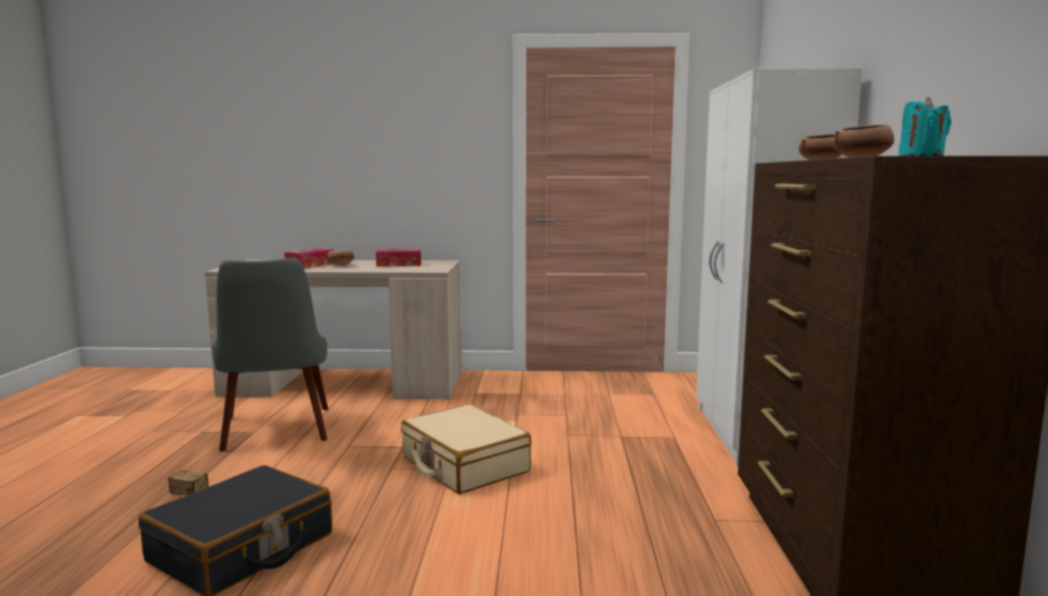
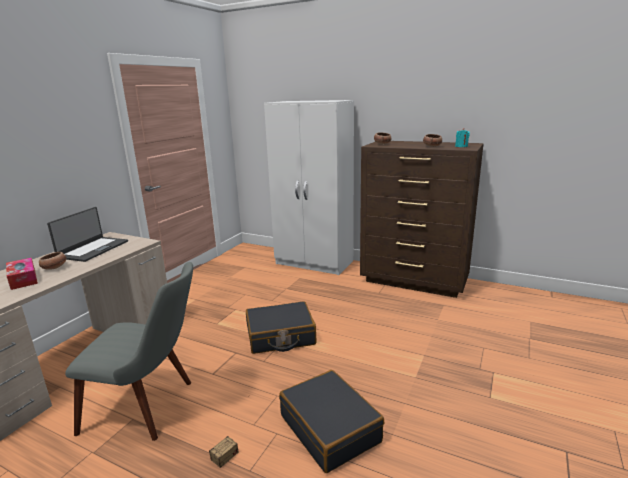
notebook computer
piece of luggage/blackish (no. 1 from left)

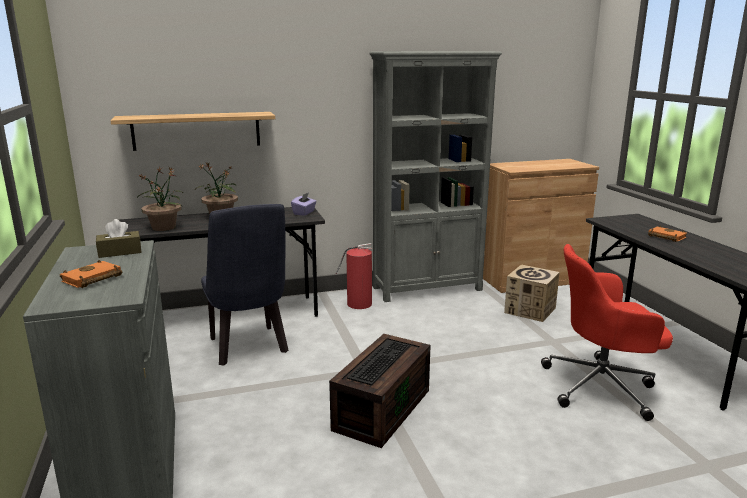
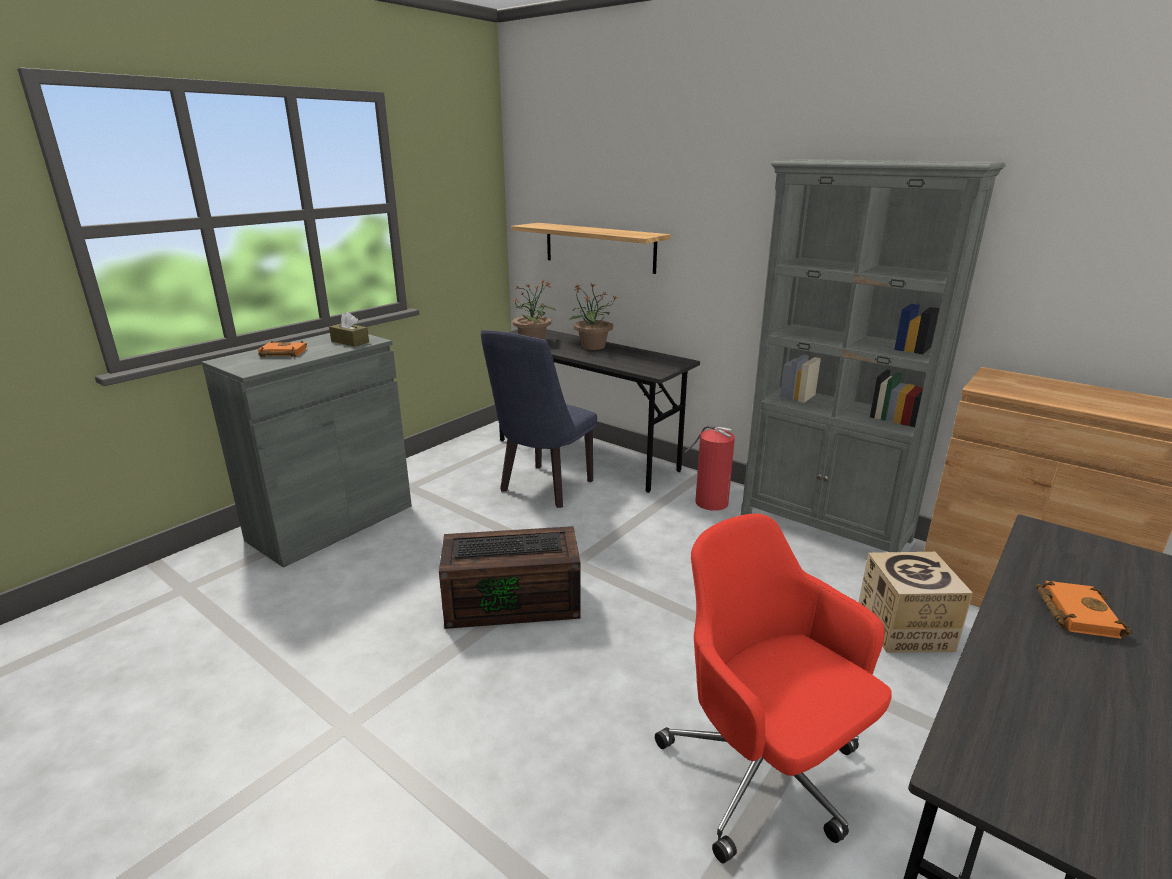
box of tissues/purple-coloured

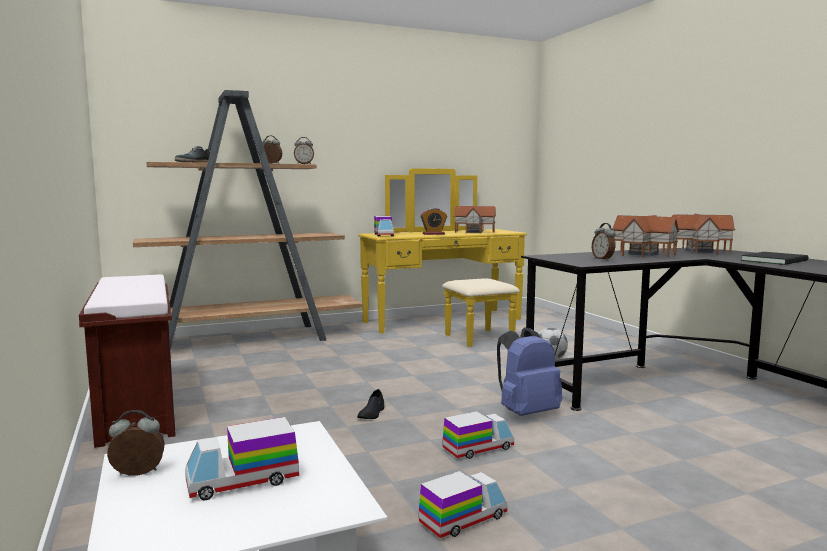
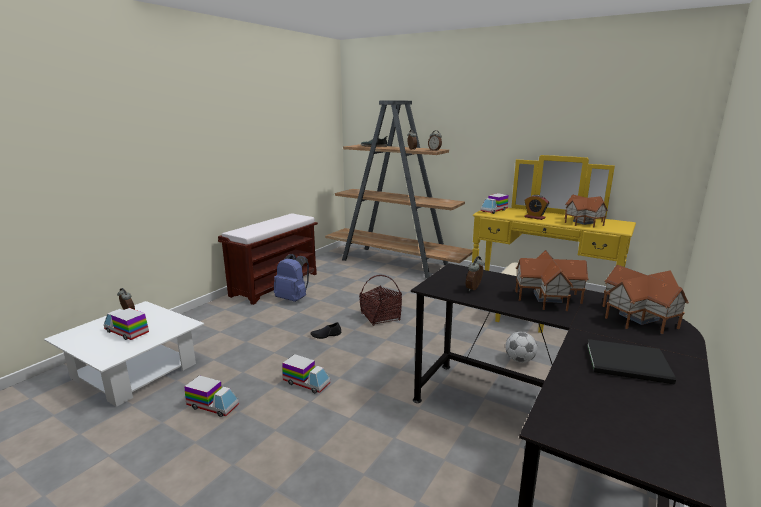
household basket
knapsack/blue-coloured

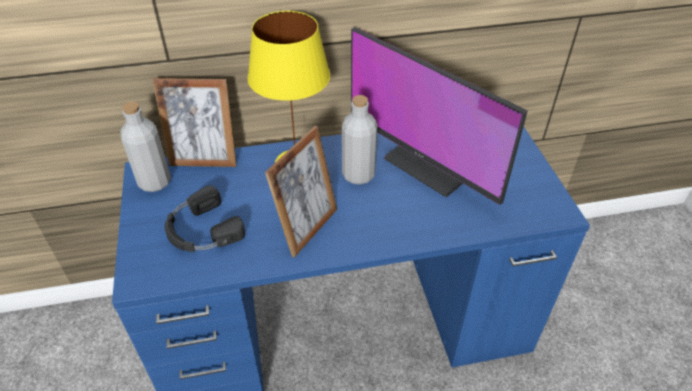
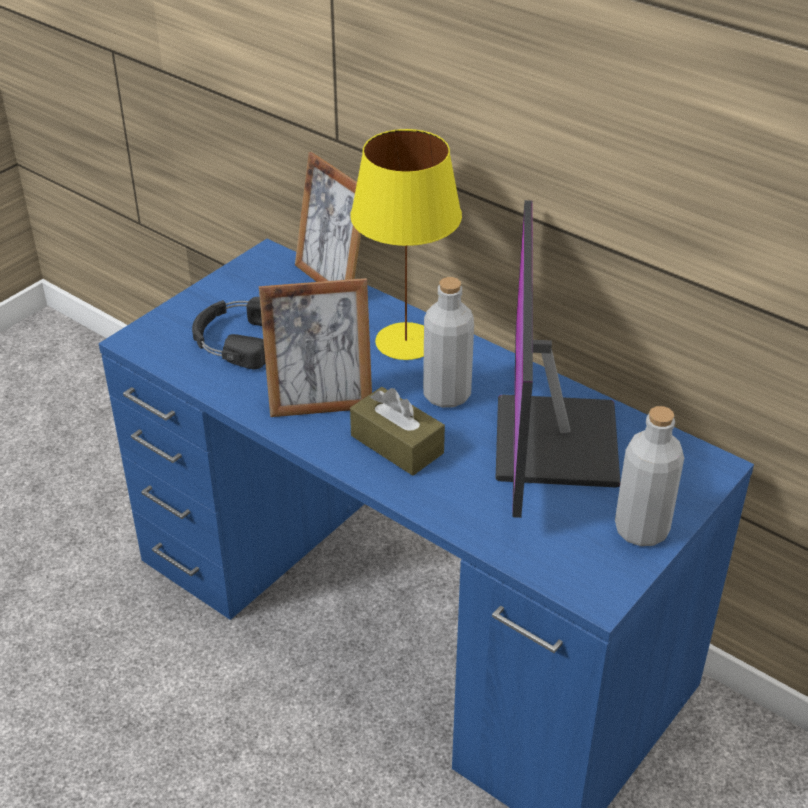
box of tissues/brownish
beverage bottle/greyish (no. 2 from left)

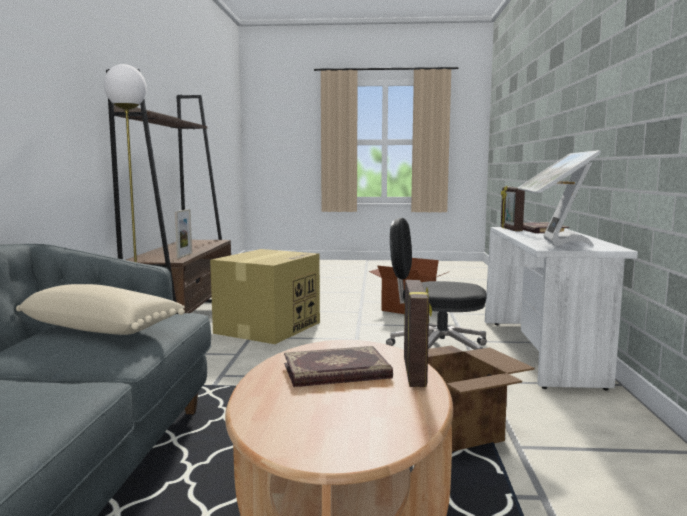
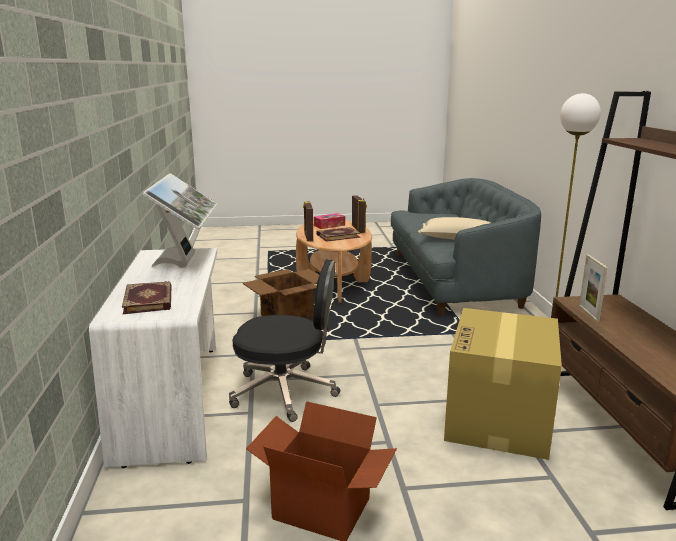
box of tissues
picture frame (no. 2 from left)

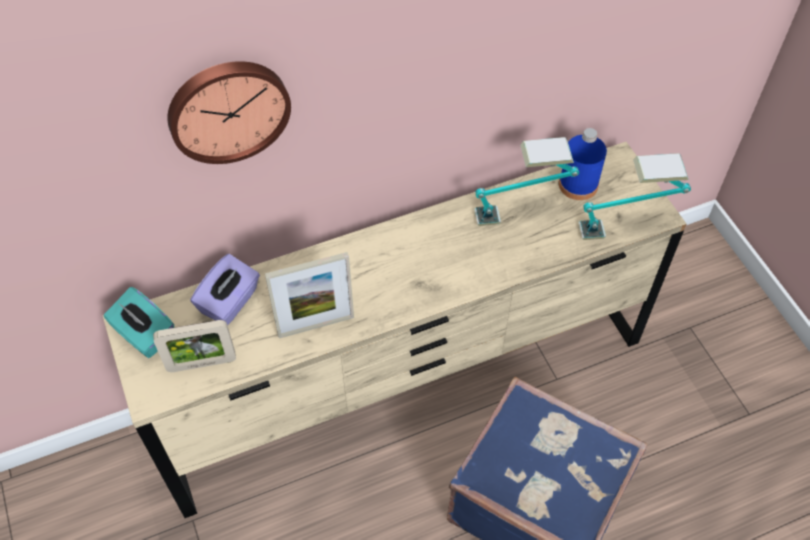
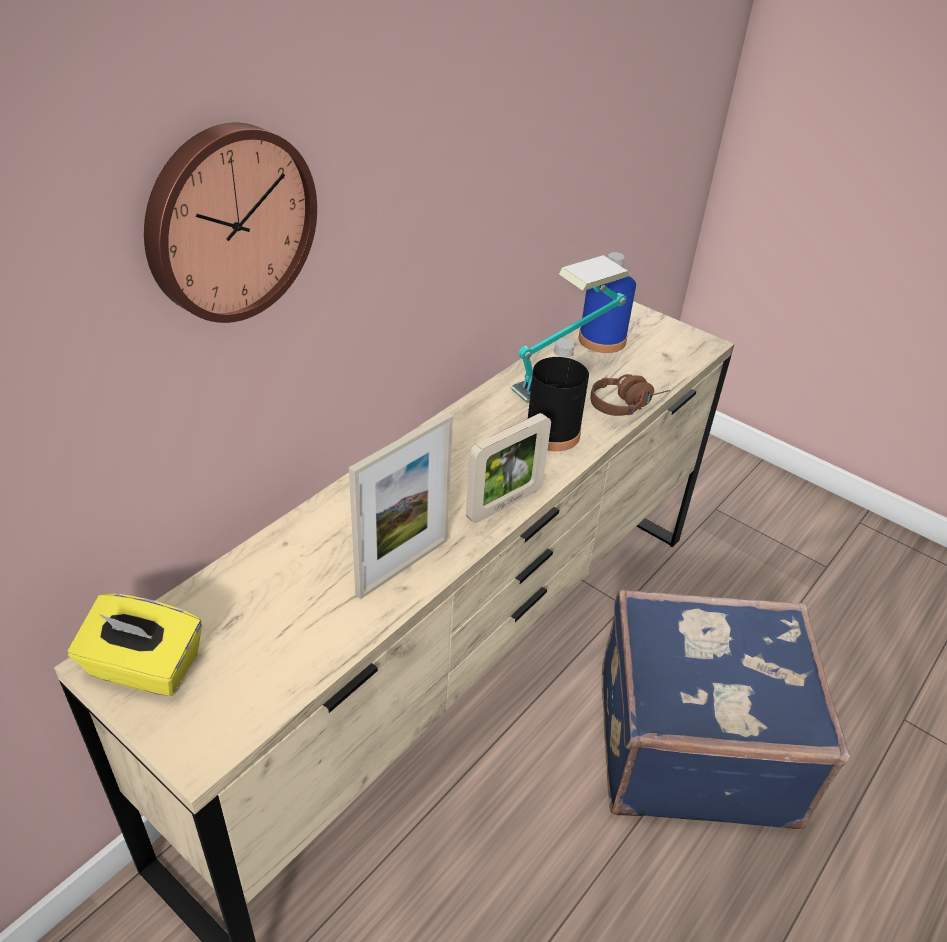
box of tissues/purple-coloured
lamp for a table (no. 2 from left in the first image)
beverage bottle/blackish
headphones/brownish
picture frame (no. 2 from left)
box of tissues/yellowish

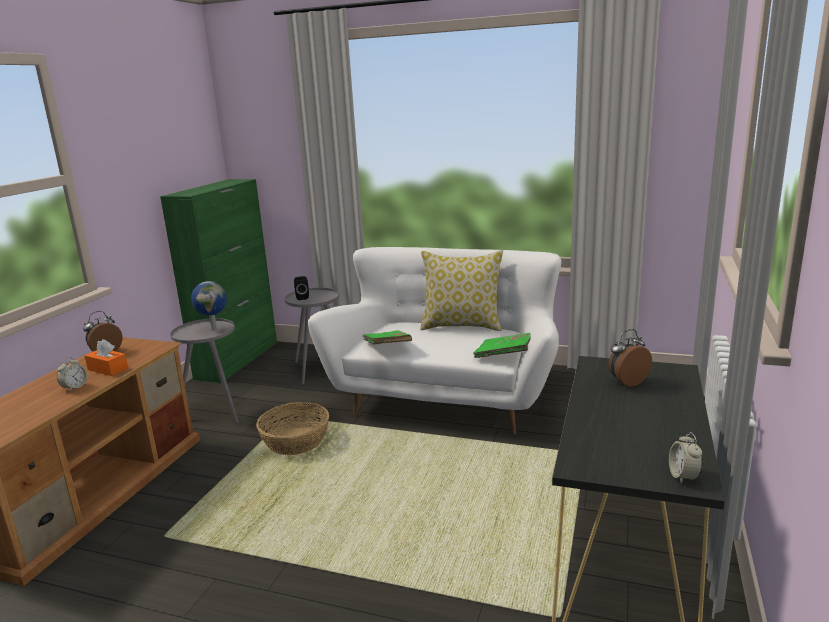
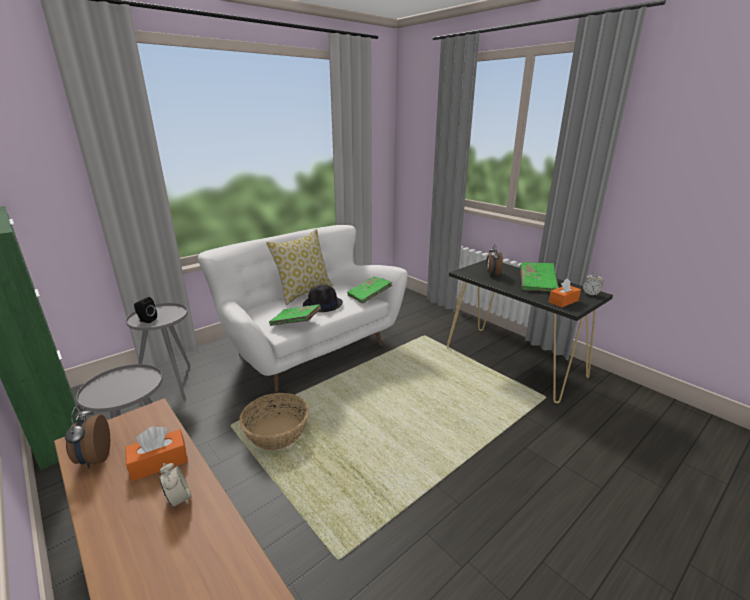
desk globe
hat/blackish
bound book/green (no. 3 from left)
box of tissues/orange-coloured (no. 2 from left)

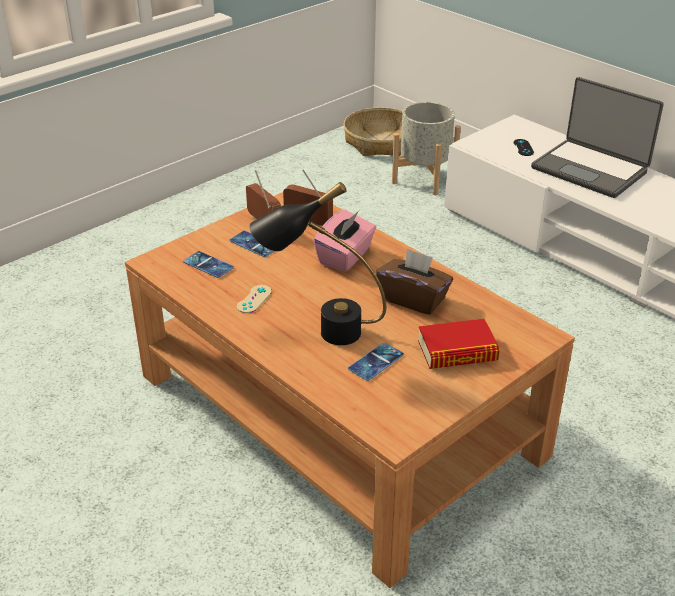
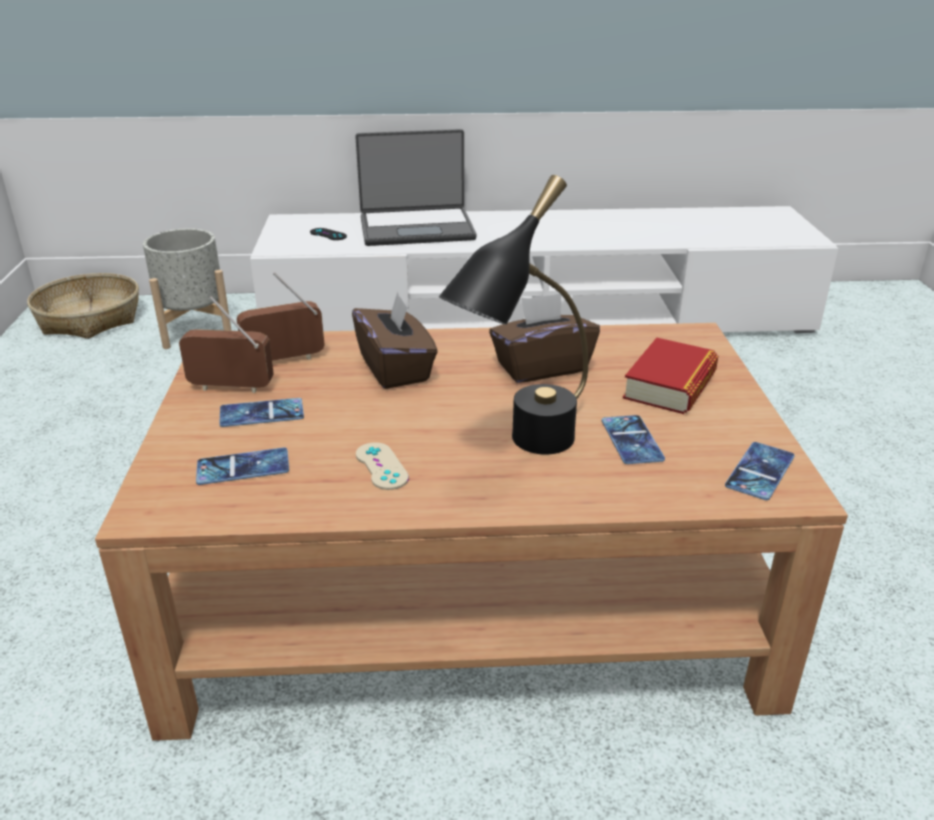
phone (no. 4 from left)
box of tissues/brownish (no. 1 from left)

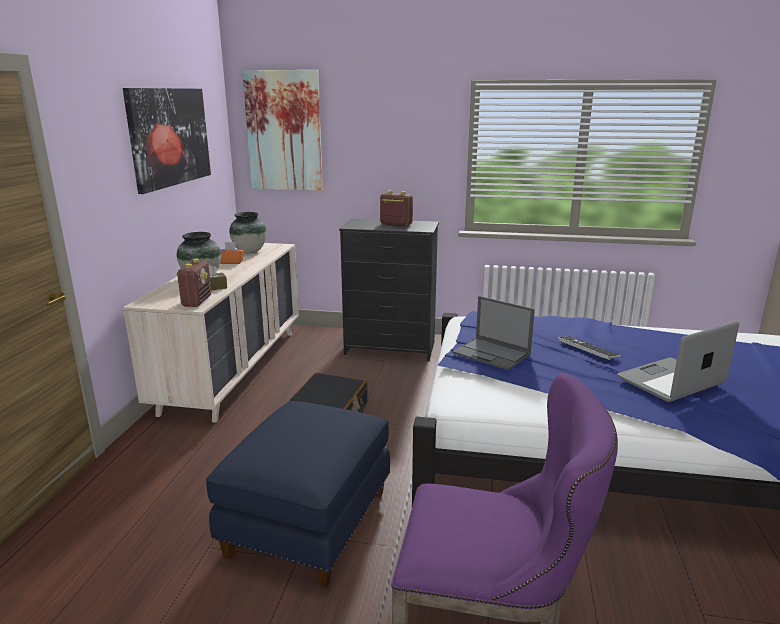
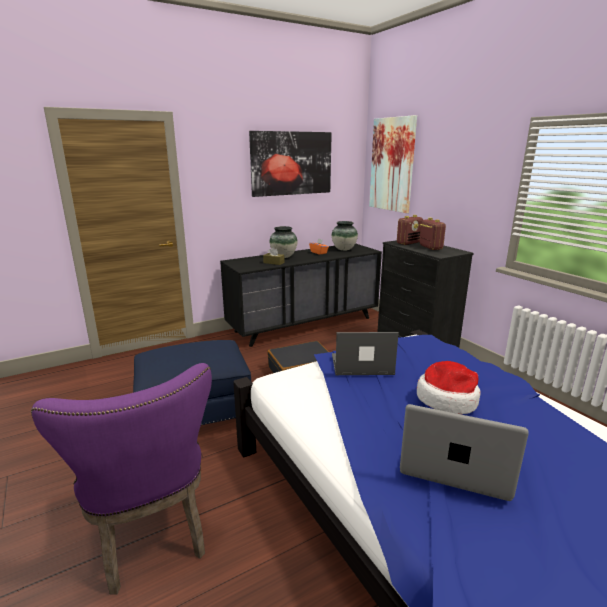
radio receiver (no. 1 from left)
hat
drawer chest/blackish (no. 1 from left)
notebook computer (no. 1 from left)

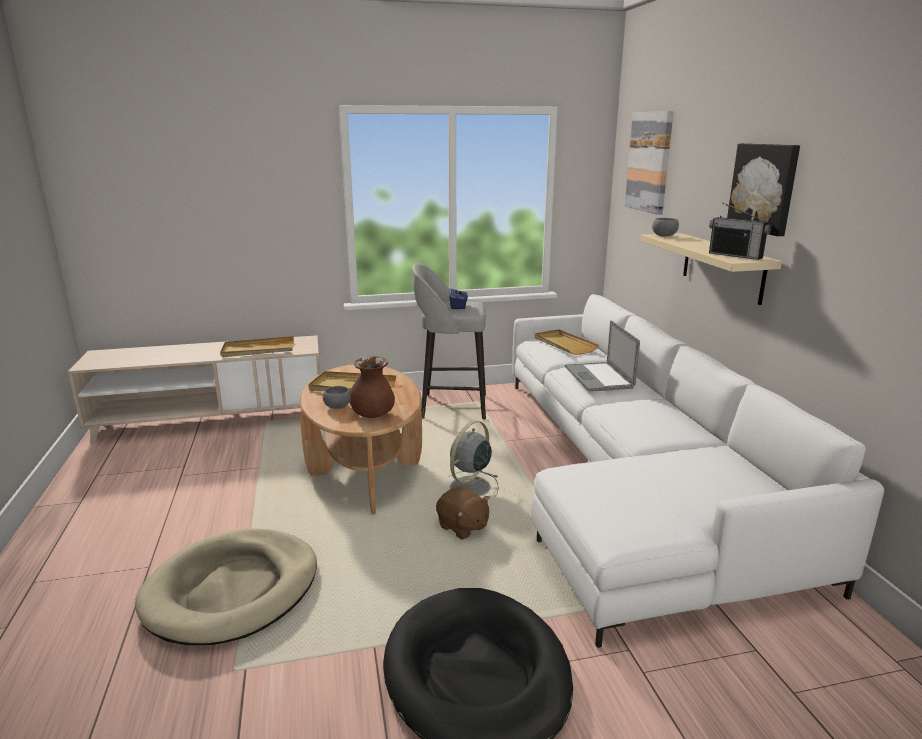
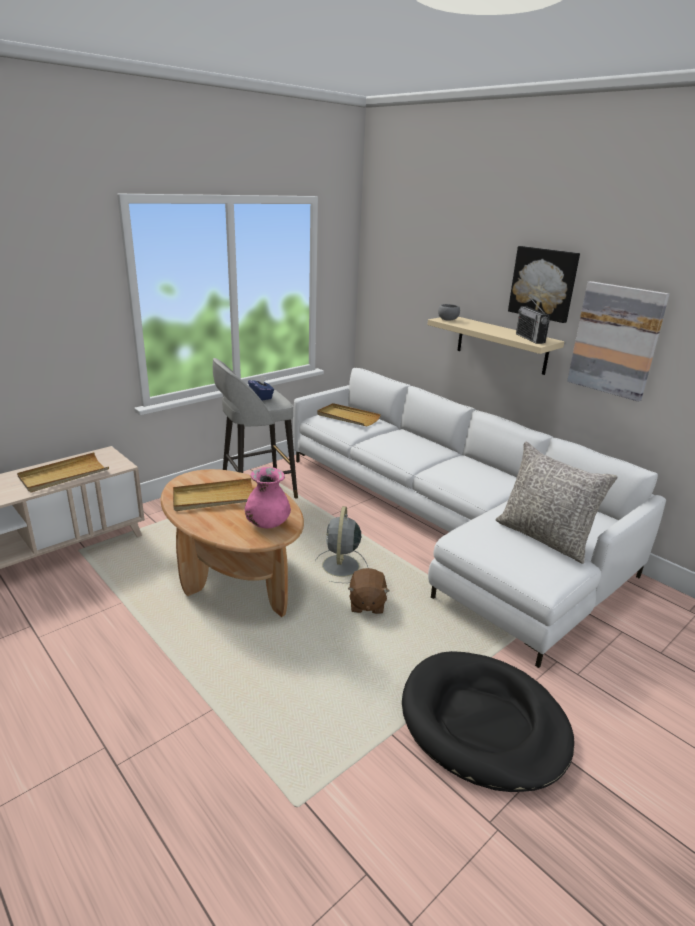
dog bed/beige-coloured
serving bowl/greyish (no. 1 from left in the first image)
notebook computer
cushion/greyish
wall art (no. 2 from left)
vase/pinkish
cuddly toy/brownish
radio receiver

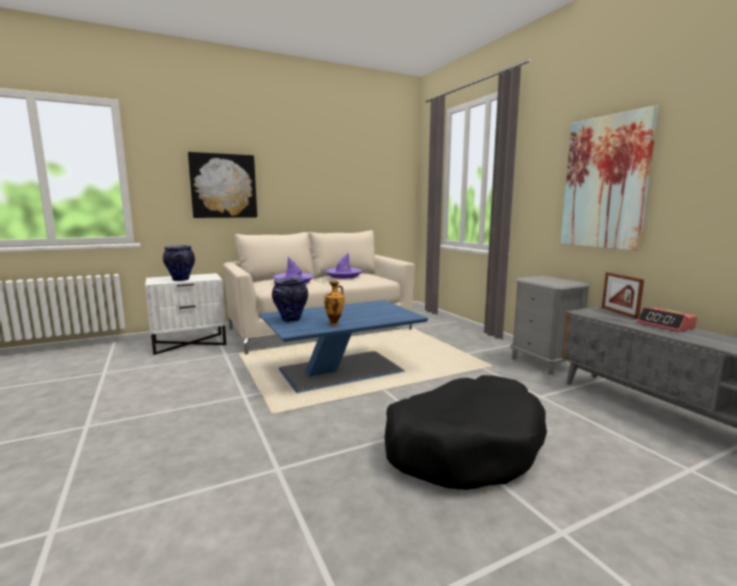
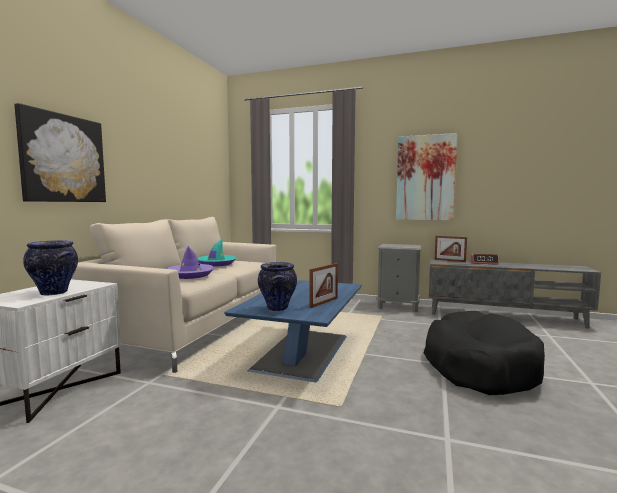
picture frame (no. 1 from left)
hat/blue-green

